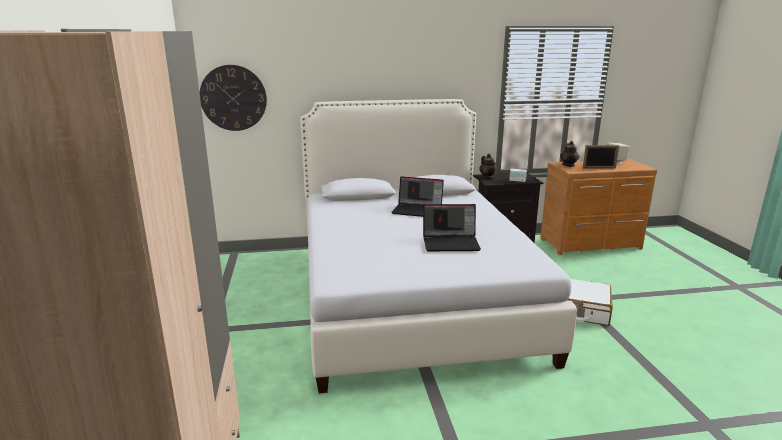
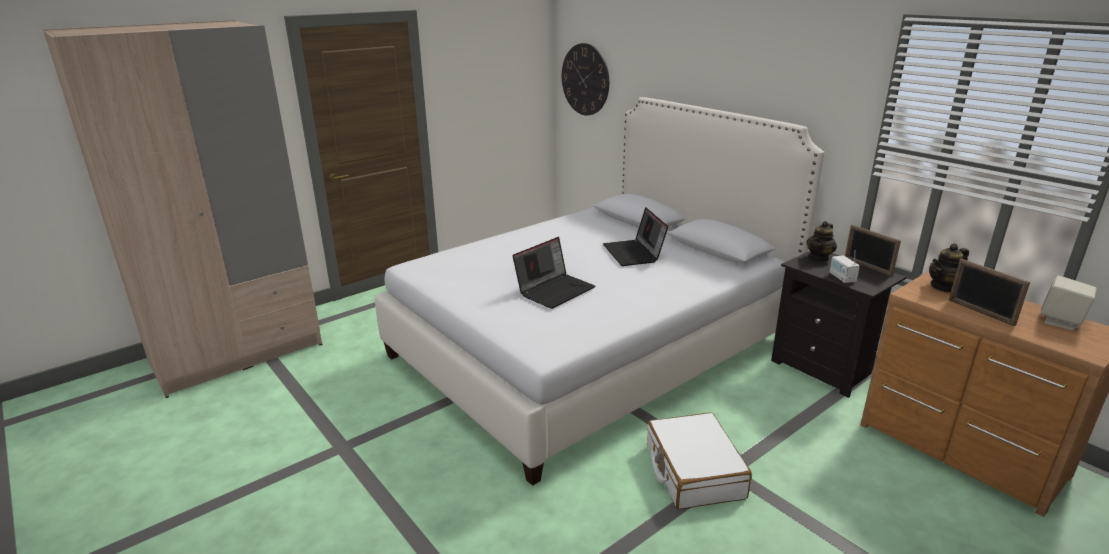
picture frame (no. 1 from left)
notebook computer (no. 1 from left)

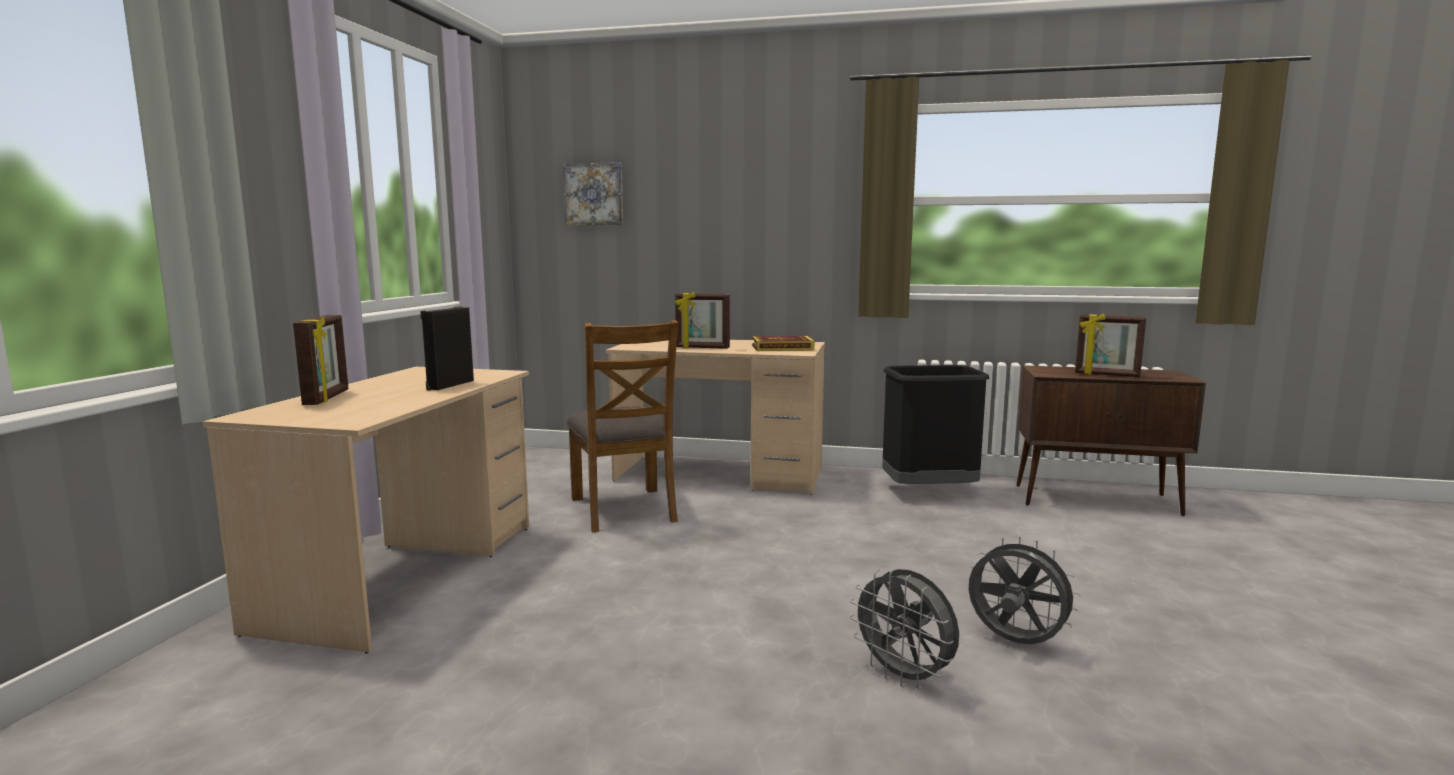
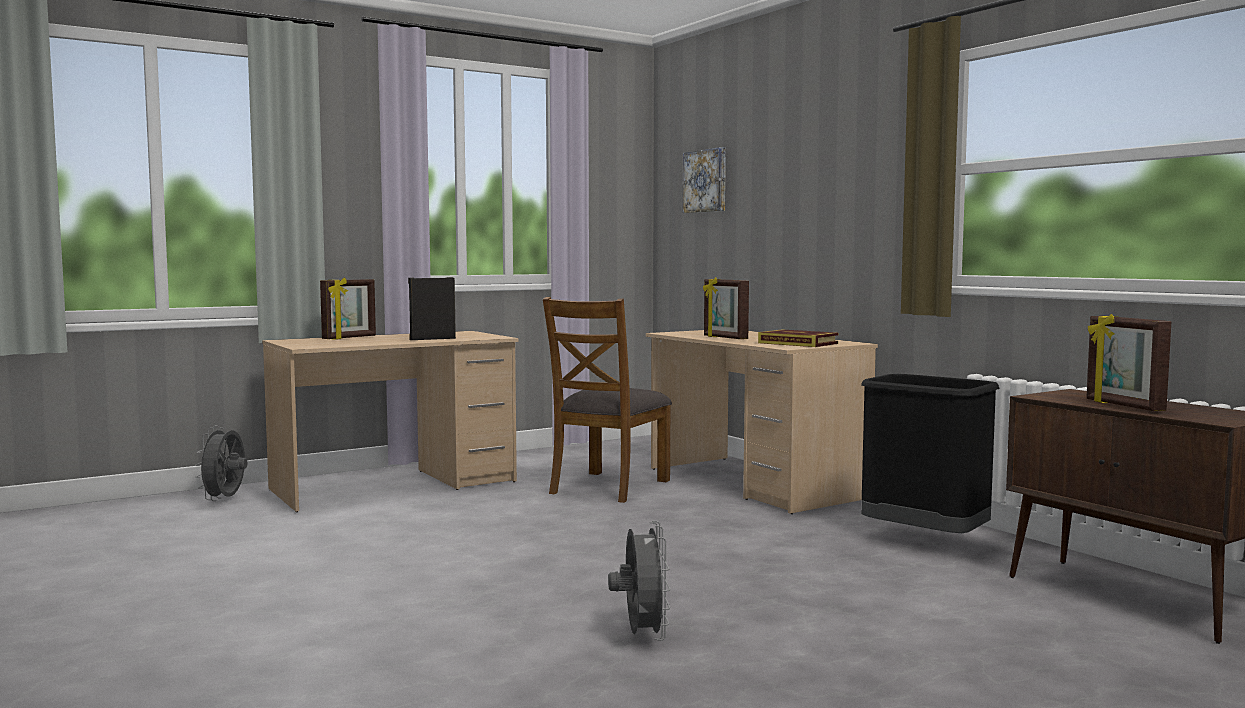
cooling fan/greyish (no. 1 from left)

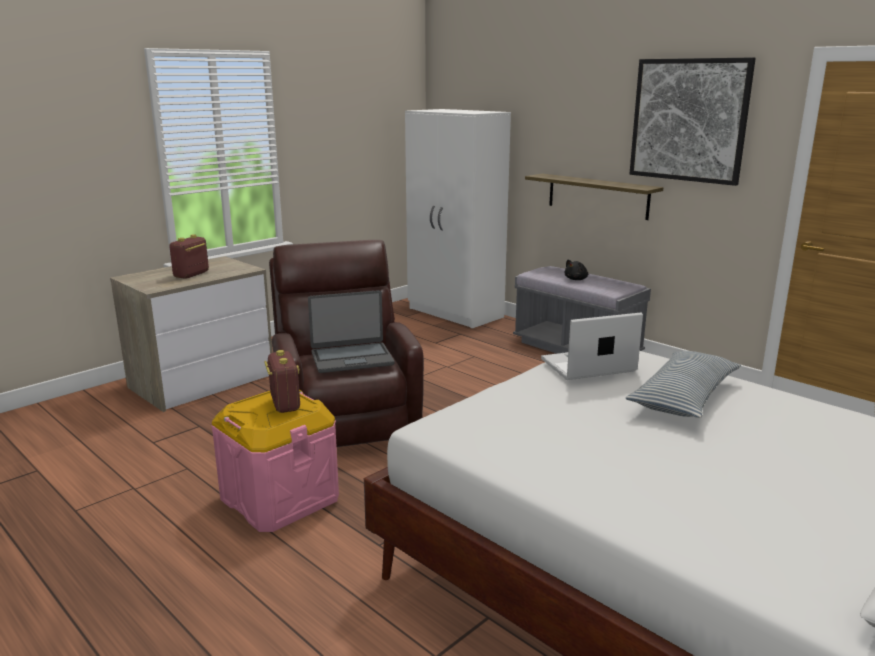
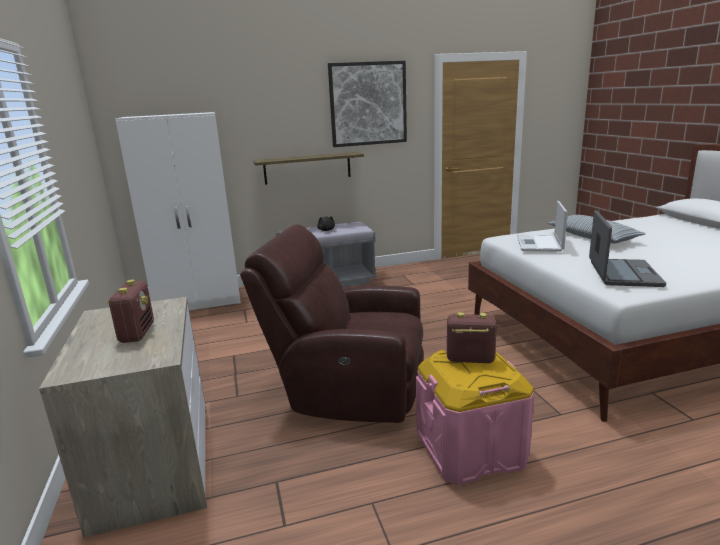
notebook computer (no. 2 from left)
radio receiver (no. 1 from left)

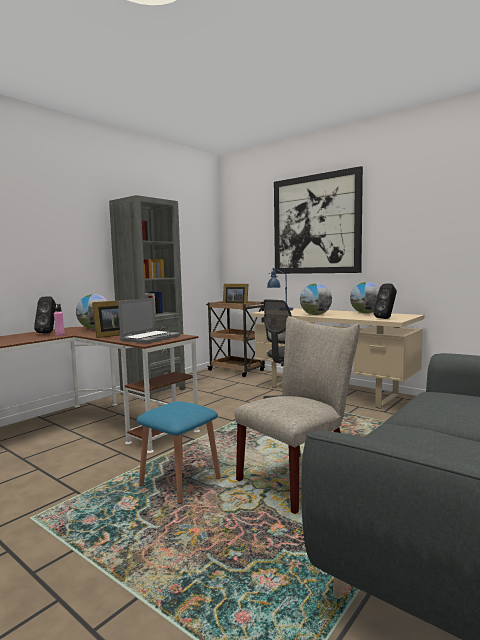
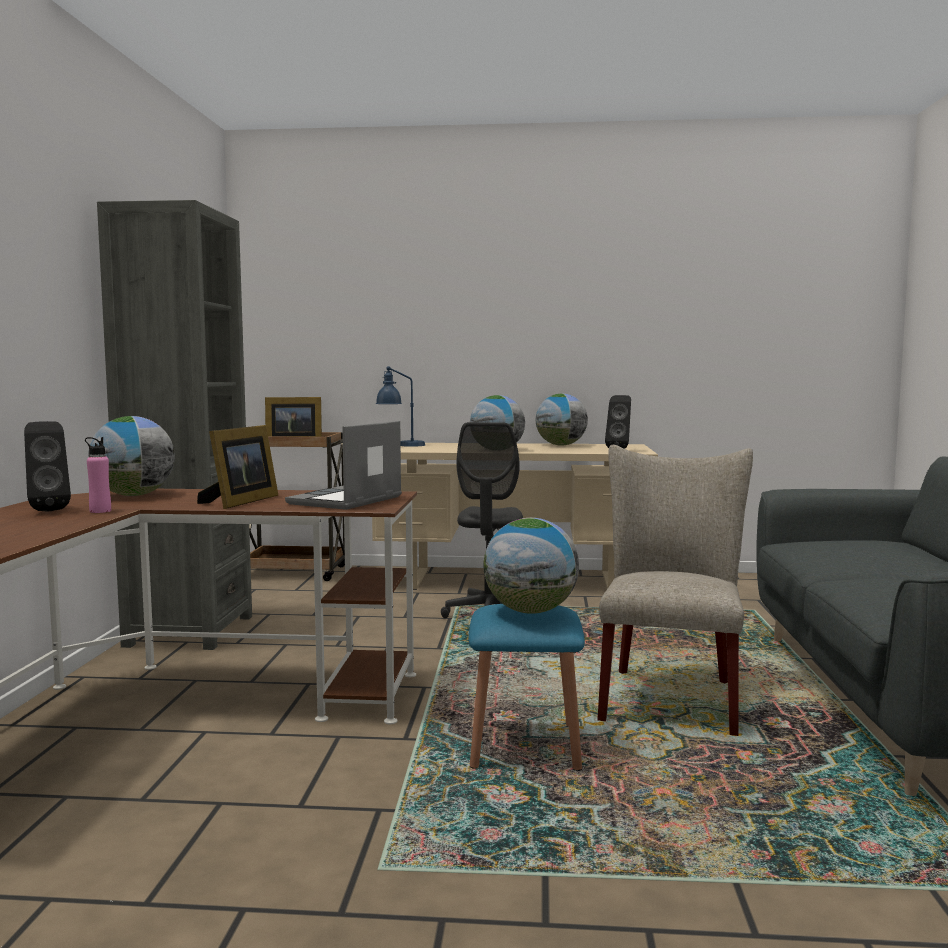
wall art
desk globe (no. 3 from left)
notebook computer

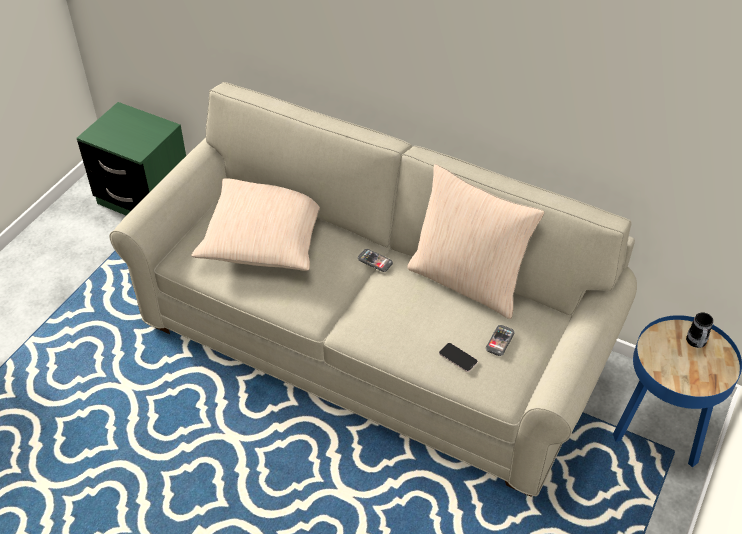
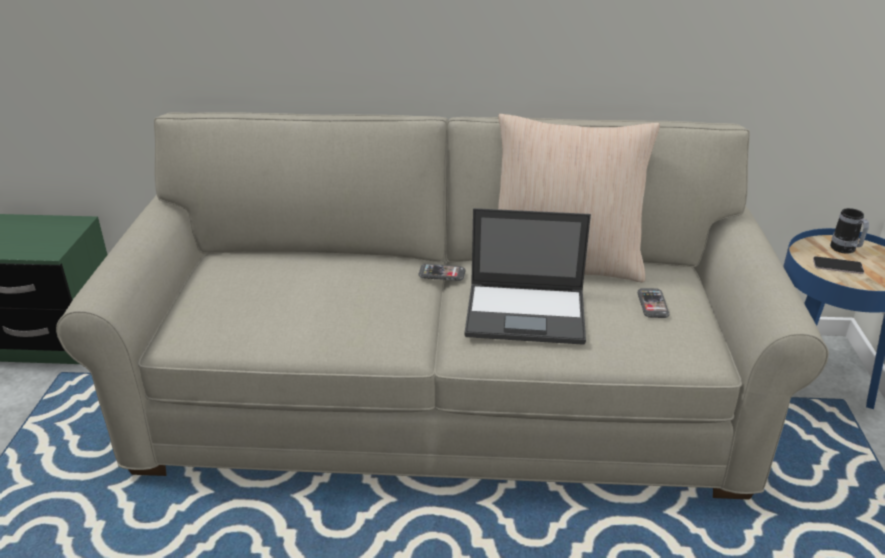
cushion/beige-coloured (no. 1 from left in the first image)
notebook computer
phone (no. 3 from left)

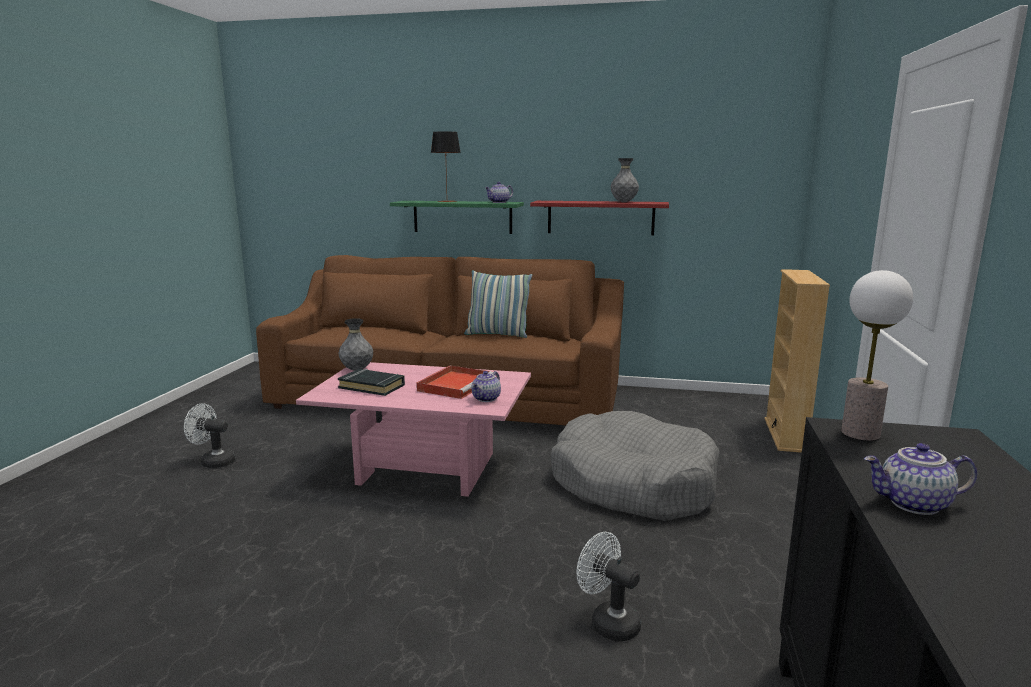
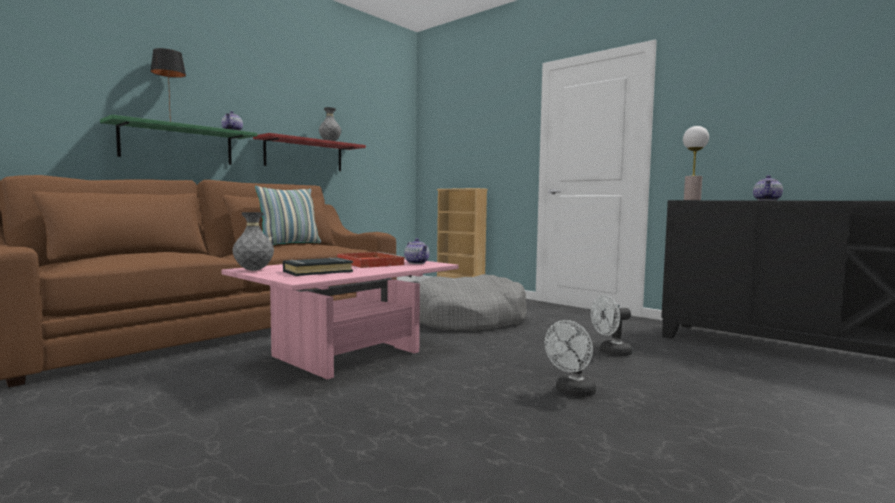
cooling fan/white (no. 1 from left)

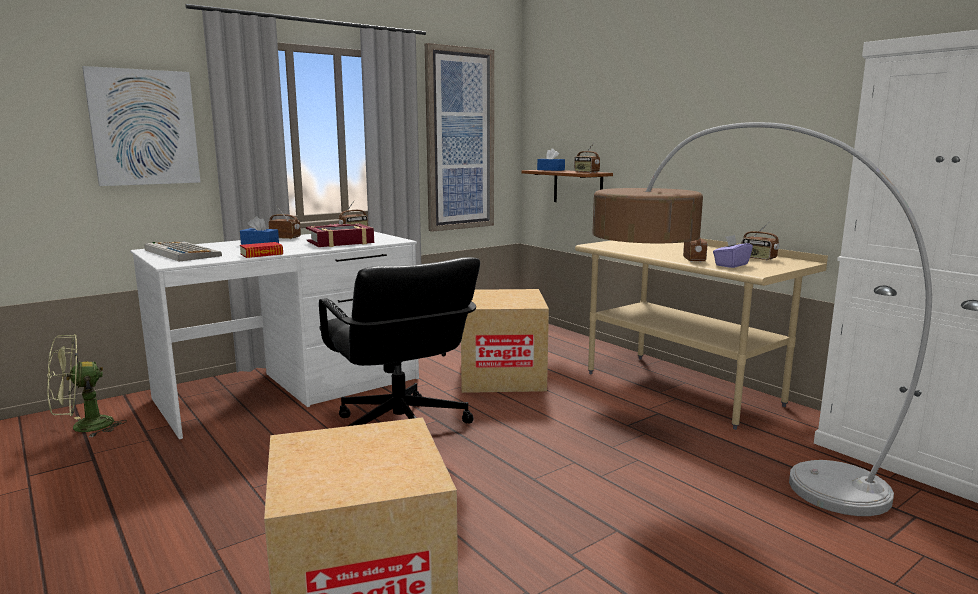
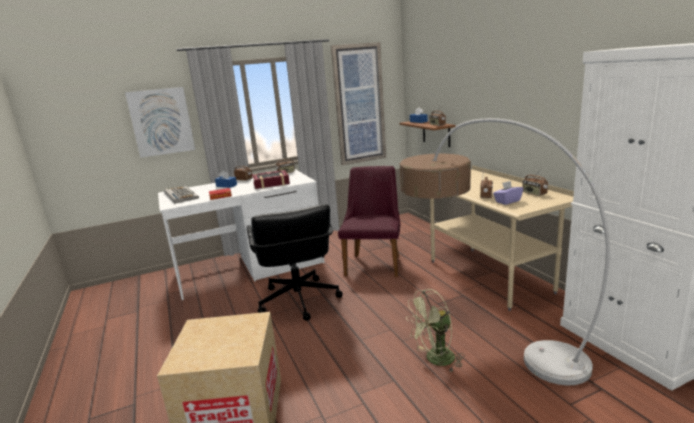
cooling fan/green
upright chair/purple-coloured

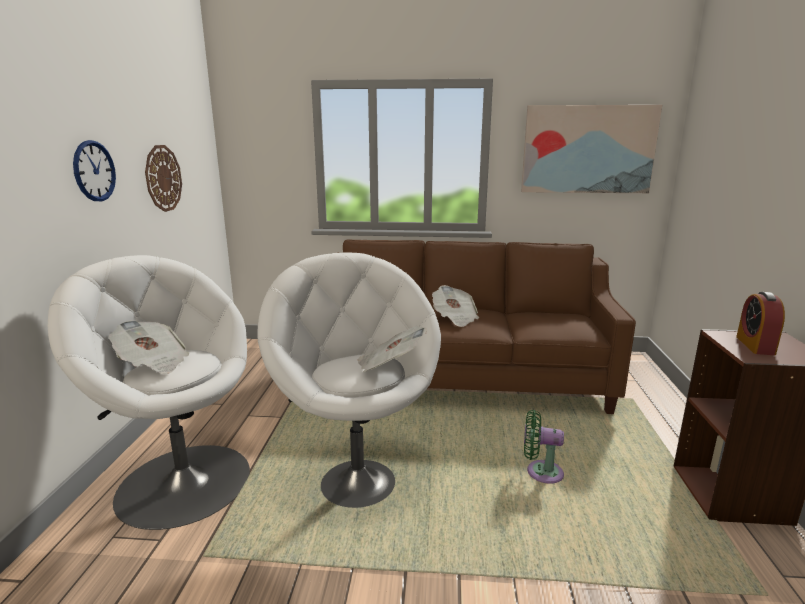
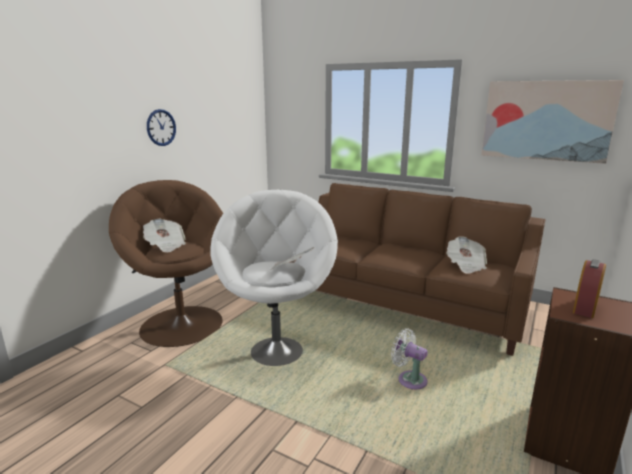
hanging clock (no. 2 from left in the first image)
printed paper (no. 3 from left)
armchair/brownish
cooling fan/white

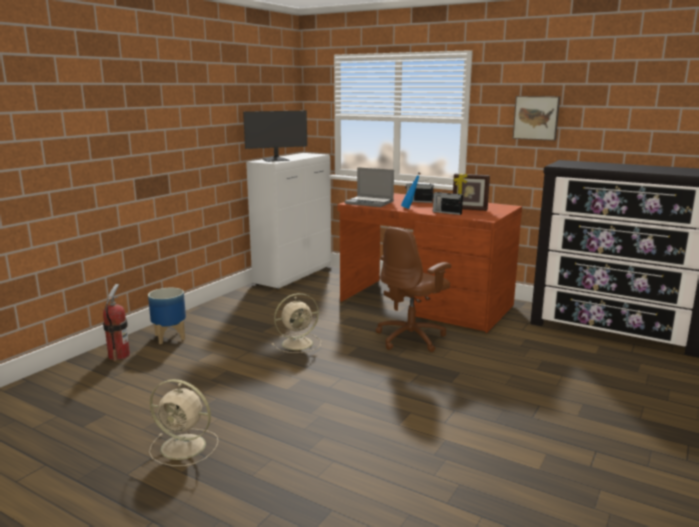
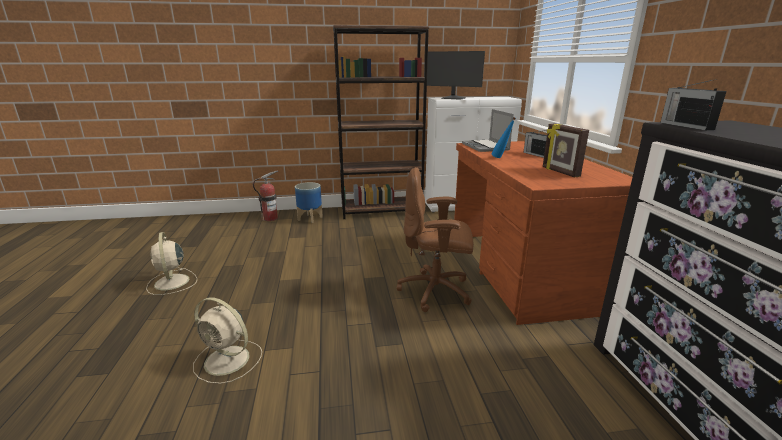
wall art
bookshelf/brownish
cooling fan/beige-coloured (no. 2 from left)
radio receiver (no. 2 from left)

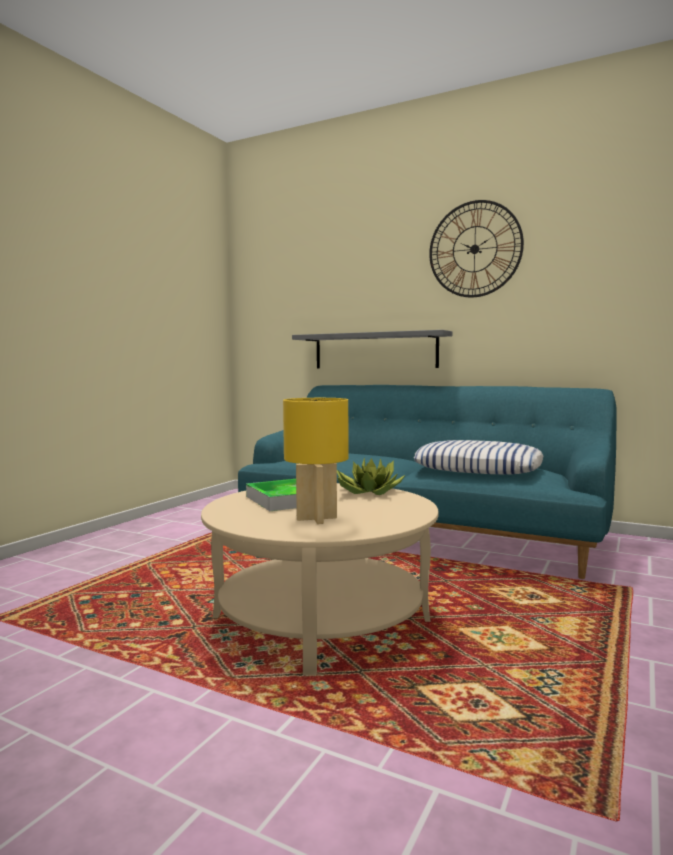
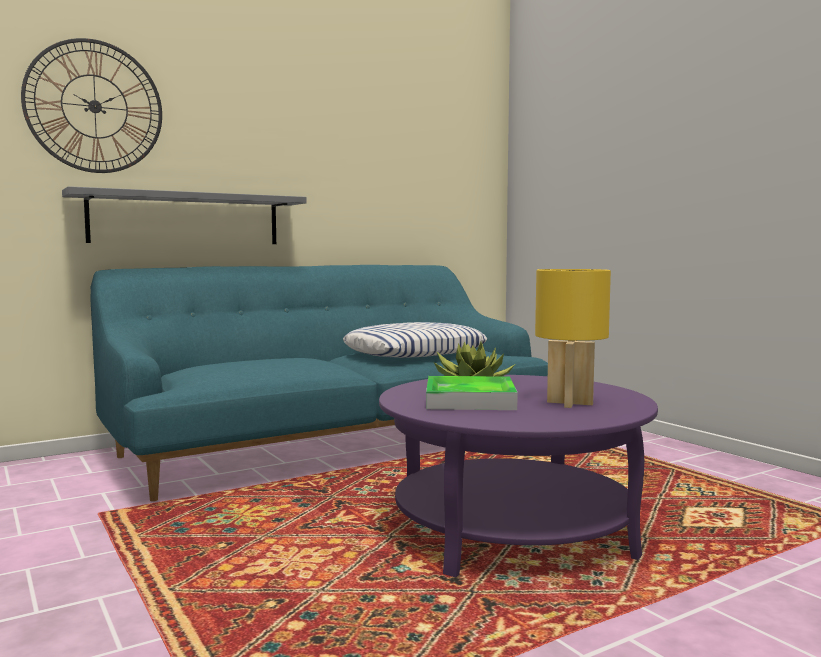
hanging clock
lounge table/purple-coloured

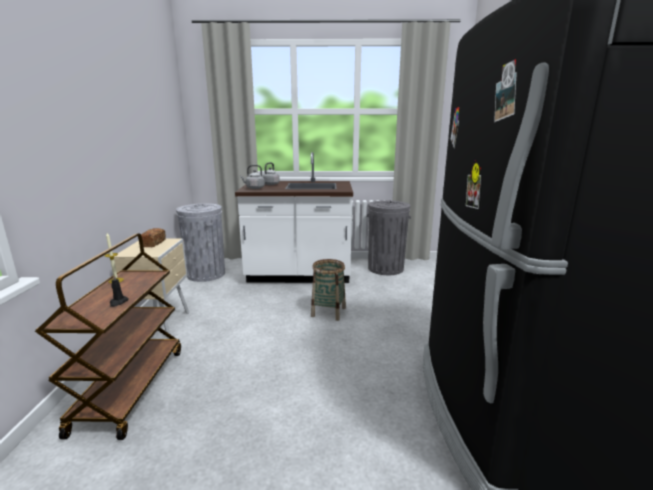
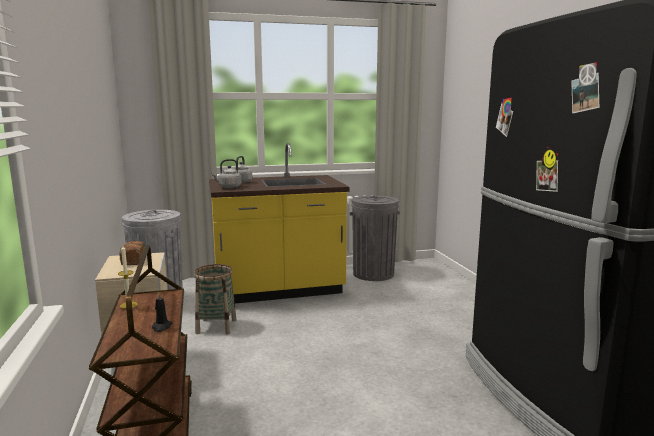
household basket
counter/yellowish

